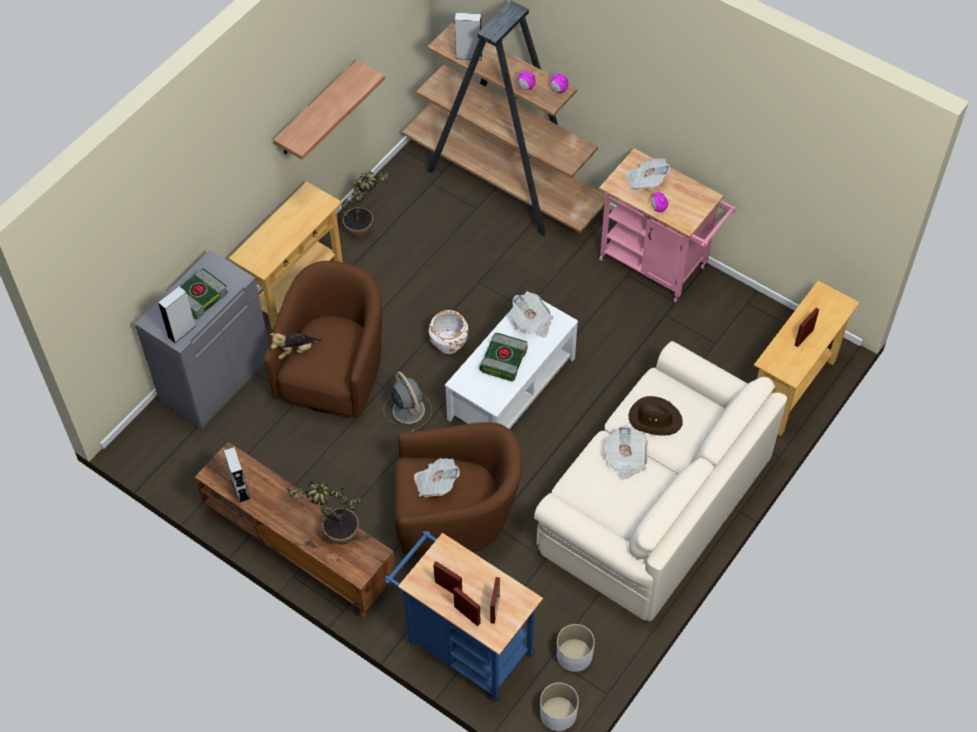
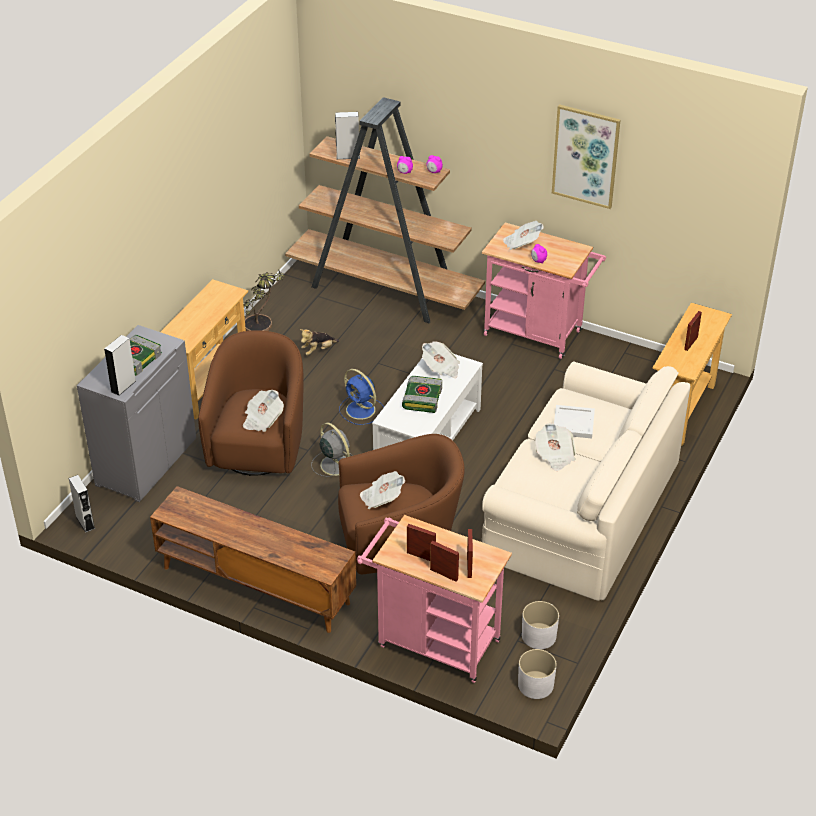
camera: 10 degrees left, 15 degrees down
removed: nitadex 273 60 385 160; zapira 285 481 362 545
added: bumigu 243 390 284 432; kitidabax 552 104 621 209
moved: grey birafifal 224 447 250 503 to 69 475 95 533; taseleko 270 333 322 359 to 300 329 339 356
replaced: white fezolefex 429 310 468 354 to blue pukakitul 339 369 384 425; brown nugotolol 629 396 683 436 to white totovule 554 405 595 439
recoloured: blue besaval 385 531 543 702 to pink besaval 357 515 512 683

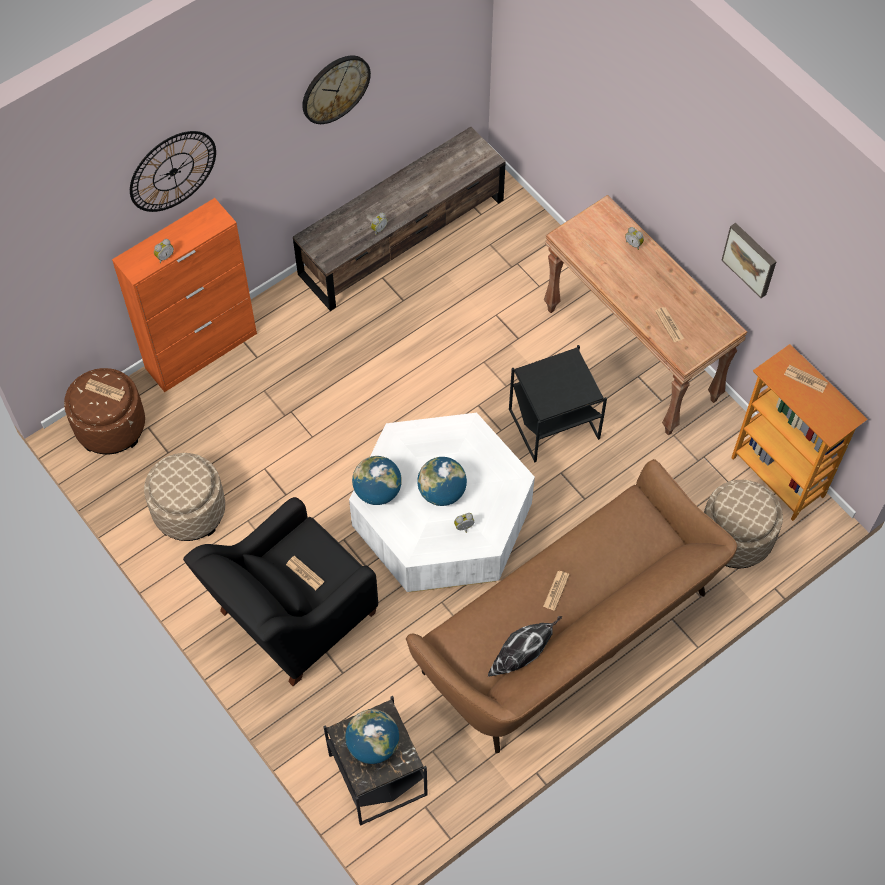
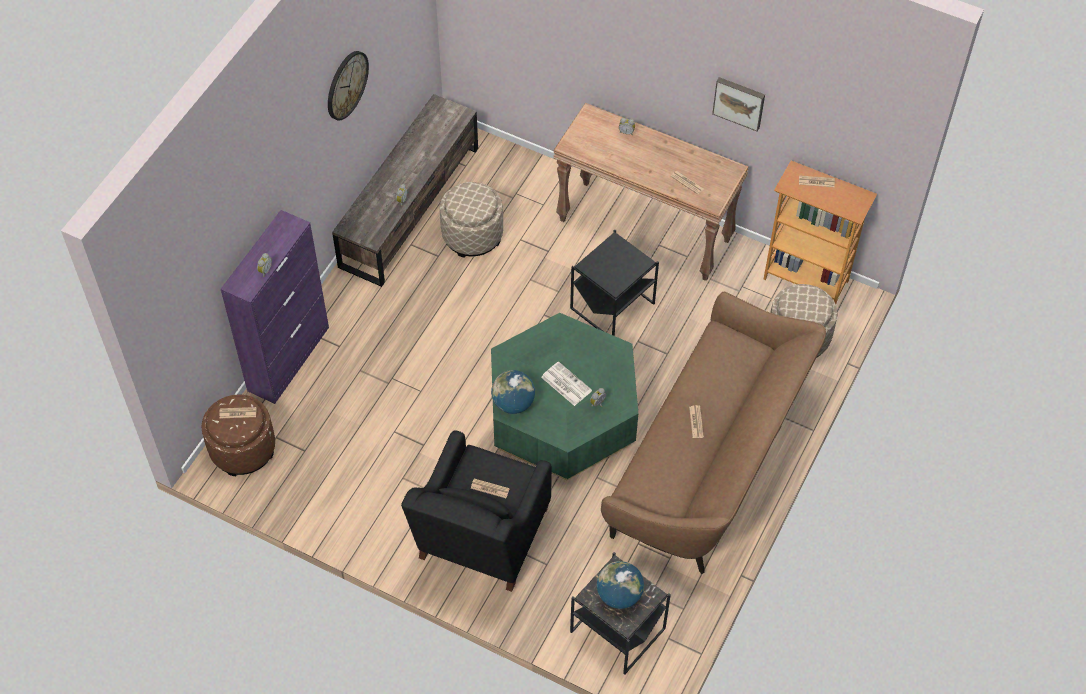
camera: 25 degrees left, 5 degrees down
removed: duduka 130 131 216 212; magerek 488 616 563 677
moved: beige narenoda 144 453 225 541 to 440 182 503 258
replaced: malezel 417 457 467 506 to bumigu 541 361 592 406
recoloured: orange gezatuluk 112 198 257 392 to purple gezatuluk 221 210 329 404; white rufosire 349 413 535 593 to green rufosire 491 313 638 480

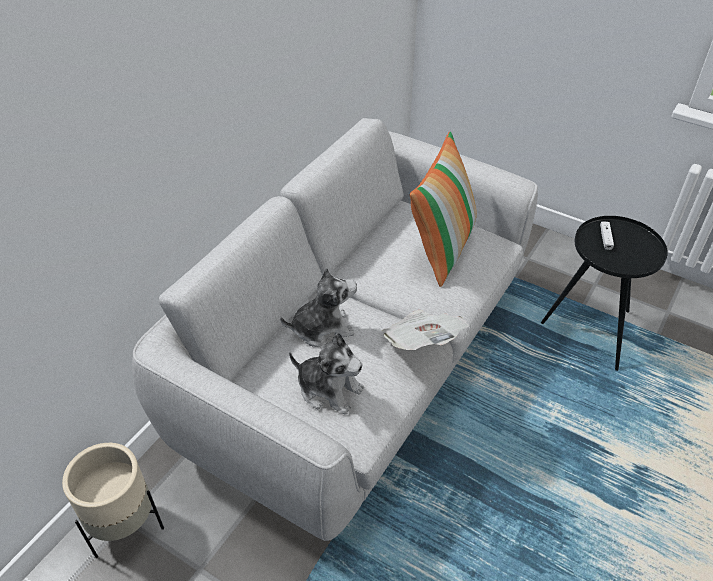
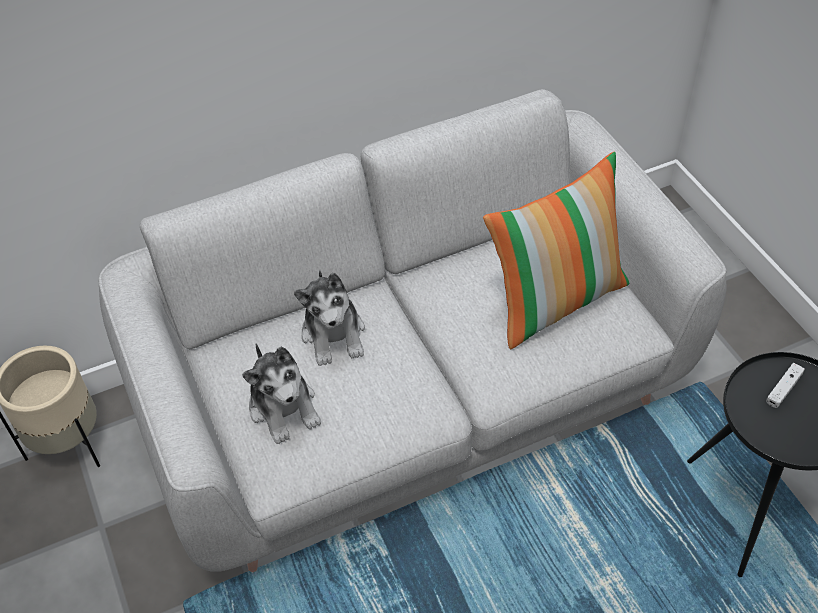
camera: 35 degrees right, 5 degrees up
removed: bumigu 381 310 469 350
turned: taseleko 280 267 357 347 = 294 270 365 366 60 degrees clockwise

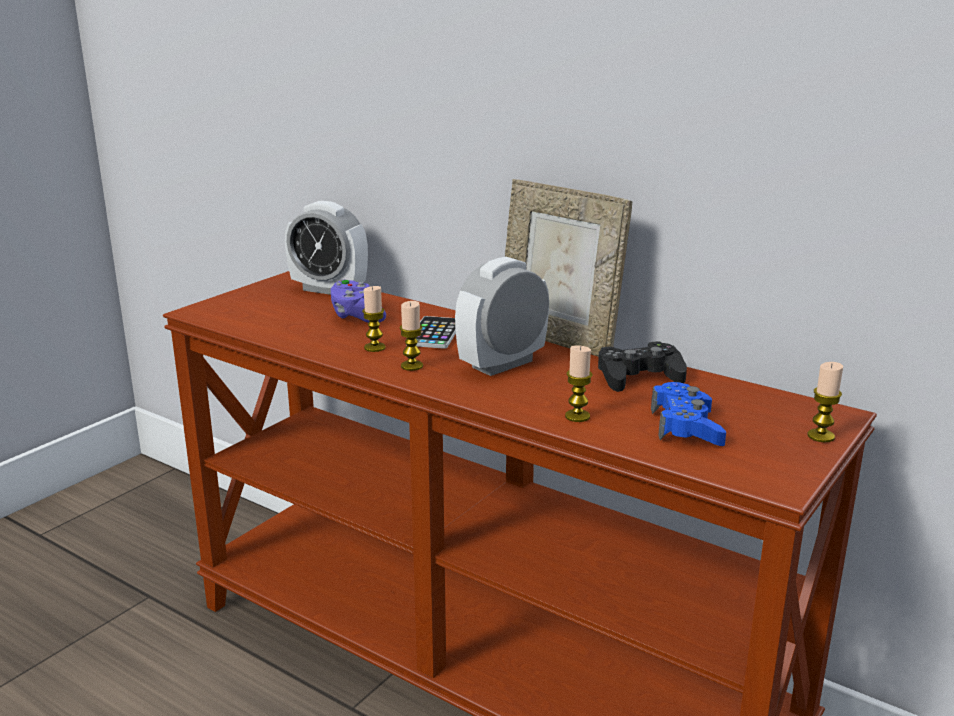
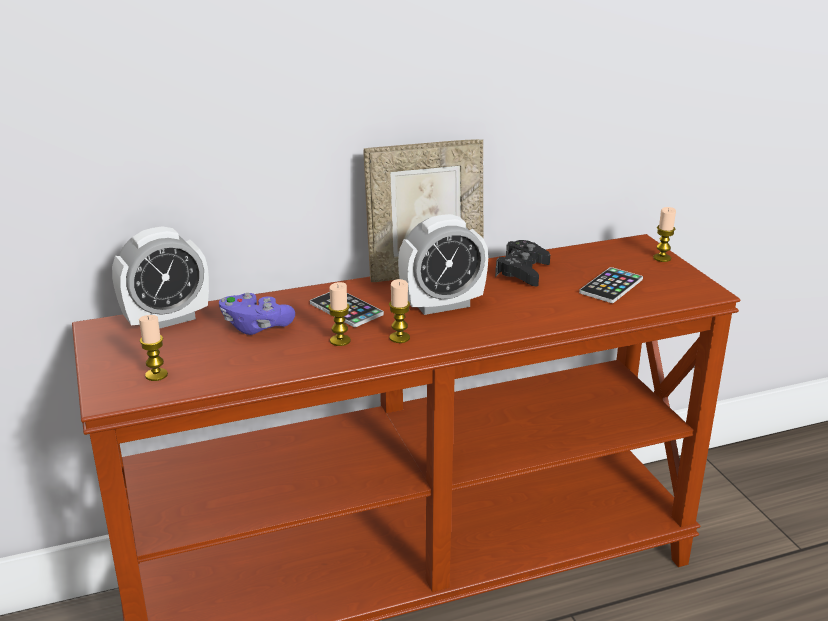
camera: 55 degrees left, 5 degrees up
moved: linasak 565 345 592 422 to 139 315 168 381
replaced: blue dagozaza 651 382 726 446 to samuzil 579 267 643 303
turned: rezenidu 455 257 549 376 = 398 214 488 315 105 degrees counterclockwise

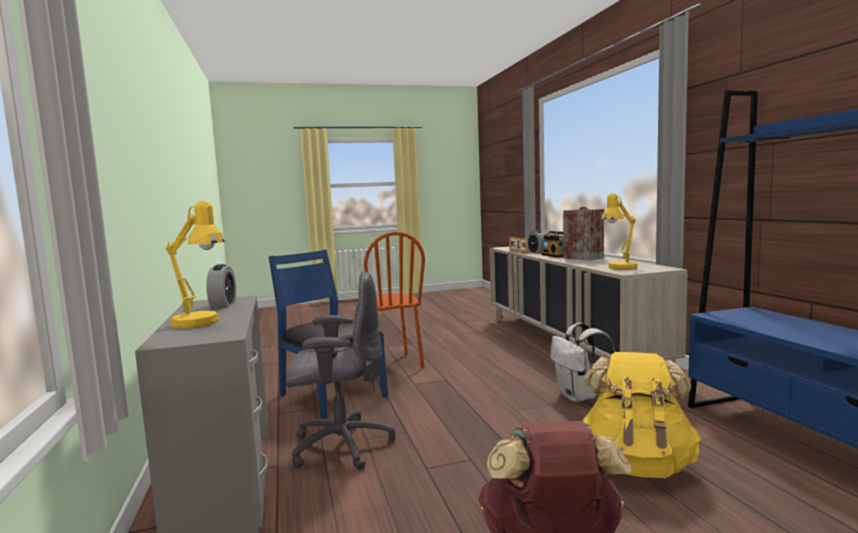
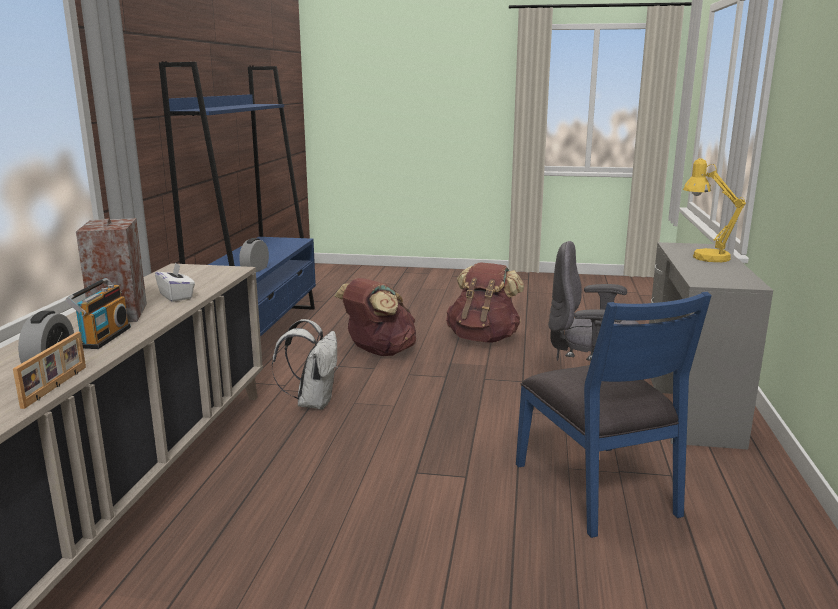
camera: 155 degrees left, 10 degrees up
removed: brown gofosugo 357 231 425 368; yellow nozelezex 601 193 638 270
added: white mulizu 155 262 195 302
moved: rezenidu 206 264 236 308 to 239 238 269 272
recoloured: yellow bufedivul 582 352 702 478 to brown bufedivul 335 278 416 356

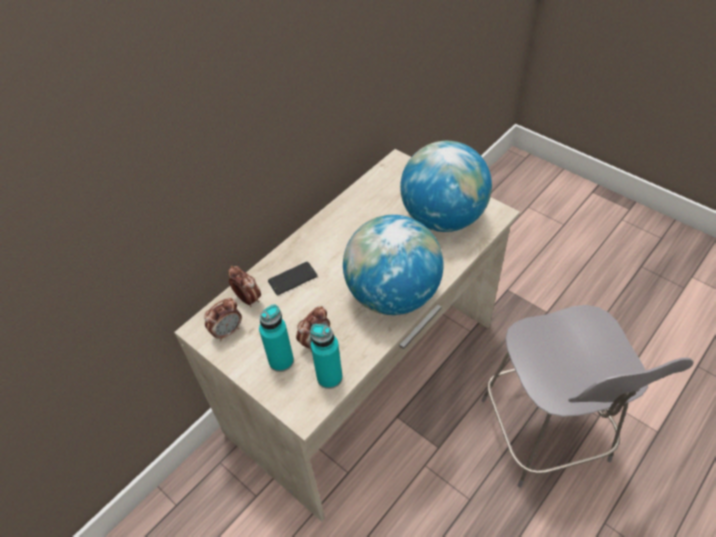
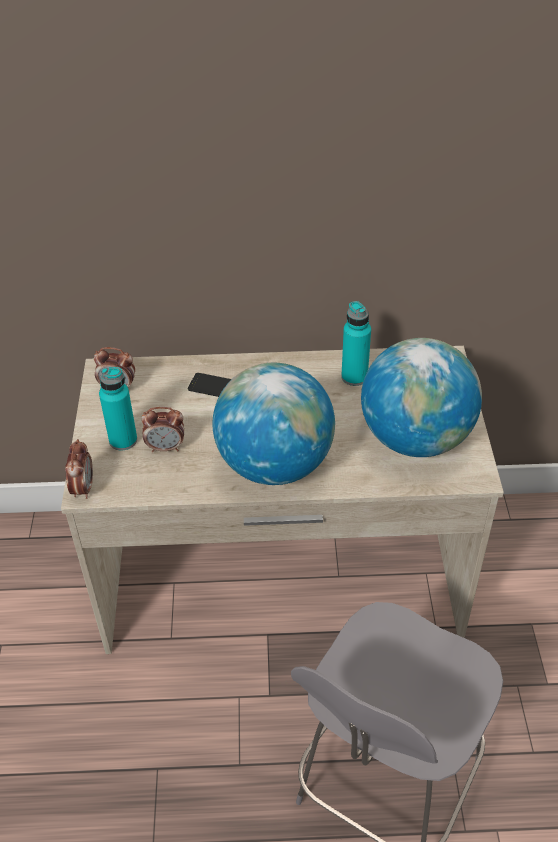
camera: 45 degrees right, 5 degrees down
moved: rezenidu 228 266 261 307 to 65 439 93 499; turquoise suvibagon 310 324 343 389 to 341 301 371 386

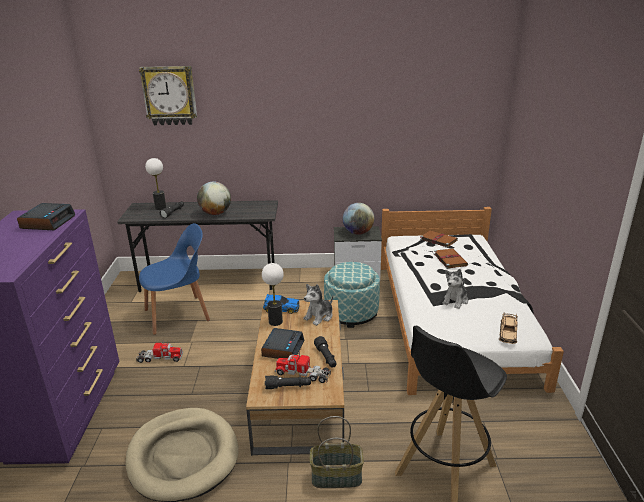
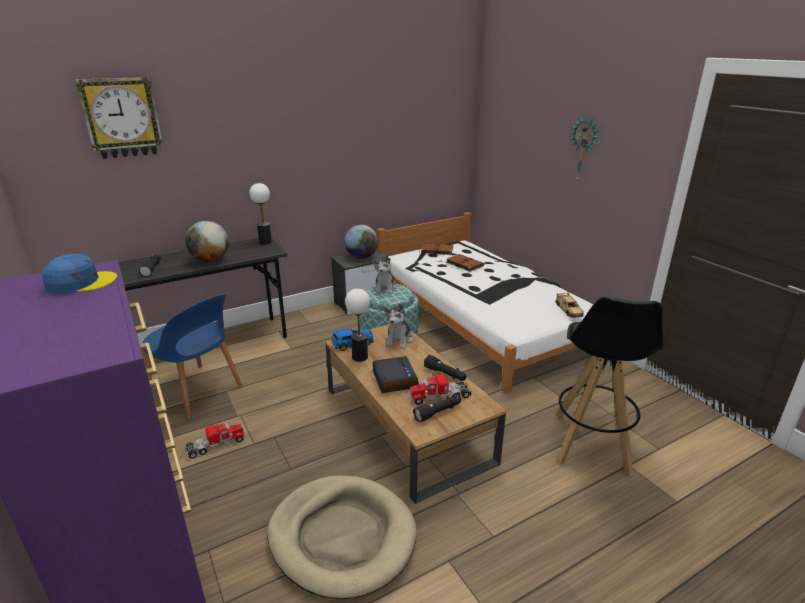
camera: 30 degrees left, 0 degrees up
removed: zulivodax 310 416 364 488
added: duduka 571 115 599 183
moved: nozelezex 145 158 166 210 to 249 183 272 245; taseleko 442 269 468 309 to 372 255 397 294
replaced: rezenidu 17 203 75 230 to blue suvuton 42 254 117 294
turned: blue gofosugo 139 223 210 335 = 142 294 243 420 90 degrees clockwise

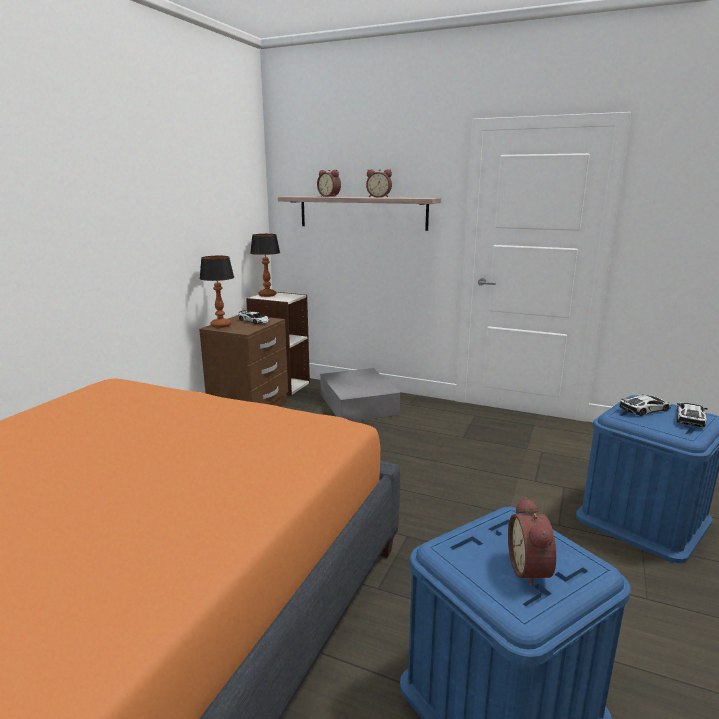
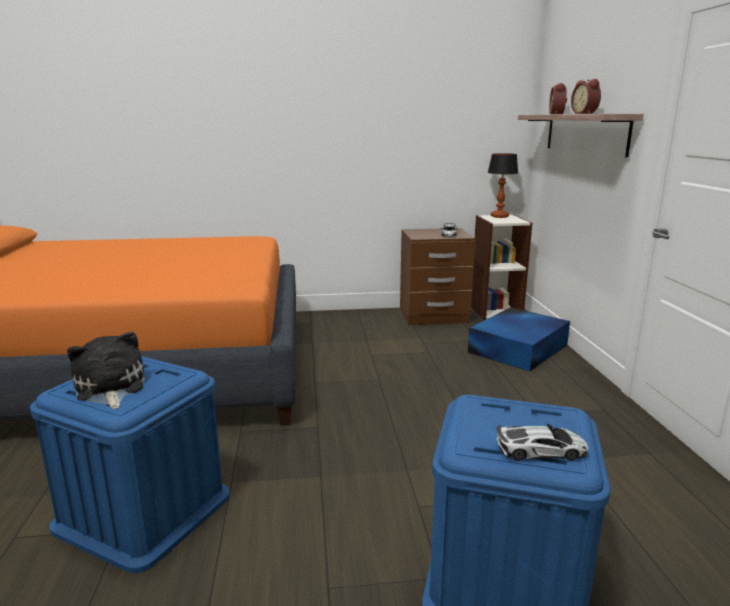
camera: 60 degrees right, 0 degrees up
removed: nozelezex 200 256 234 328; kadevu 620 394 671 416
replaced: rezenidu 508 497 556 588 to taseleko 67 332 145 409
recoloured: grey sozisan 320 368 400 422 to blue sozisan 468 307 570 371

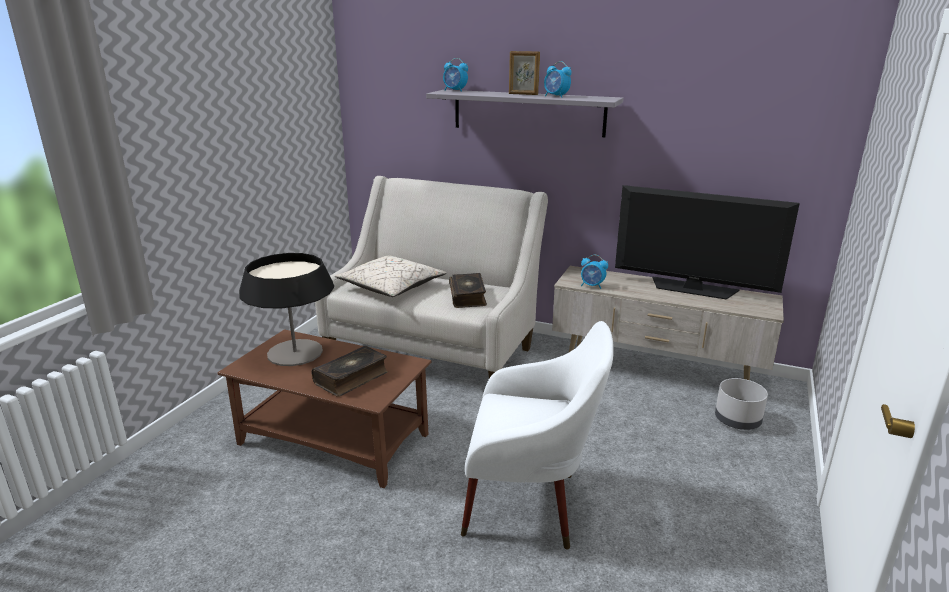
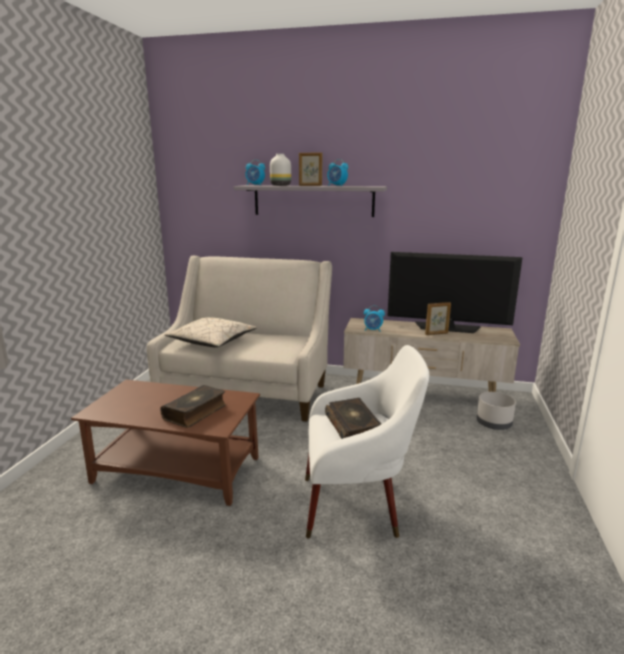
camera: 10 degrees left, 5 degrees down
removed: nozelezex 239 253 334 366
added: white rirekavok 270 154 291 186; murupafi 425 302 451 335
moved: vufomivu 449 273 487 308 to 325 398 381 439

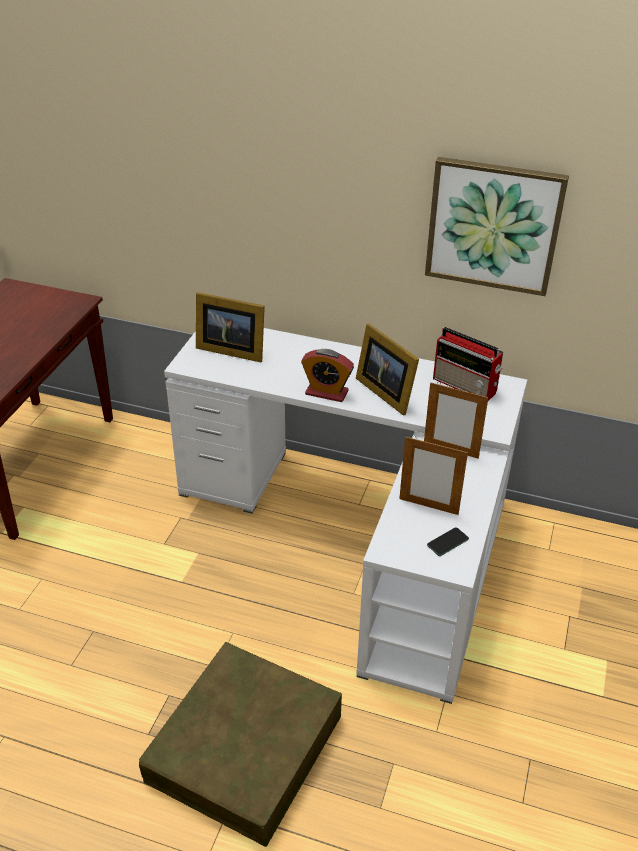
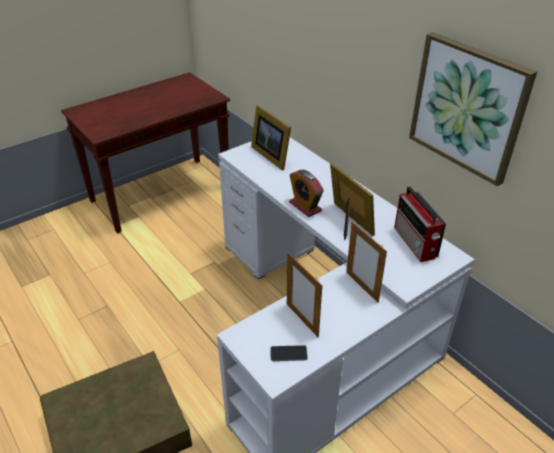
camera: 35 degrees right, 0 degrees up
turned: murupafi 356 323 419 416 = 330 163 375 240 150 degrees clockwise

